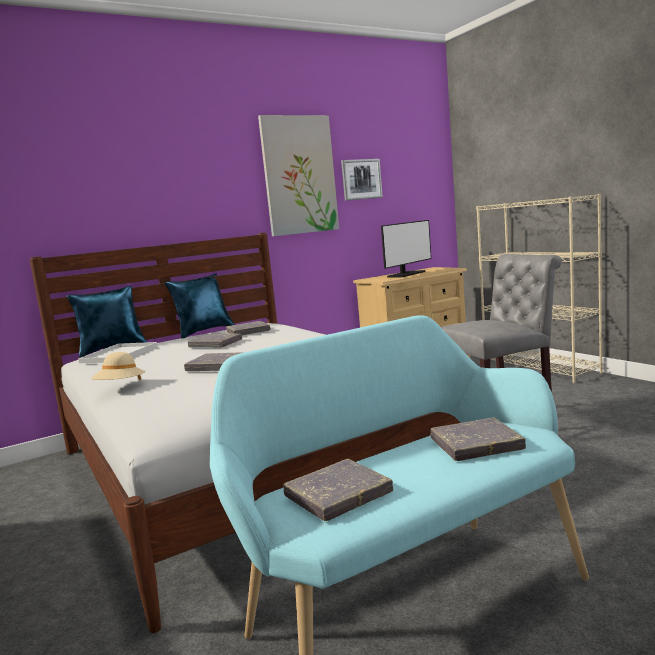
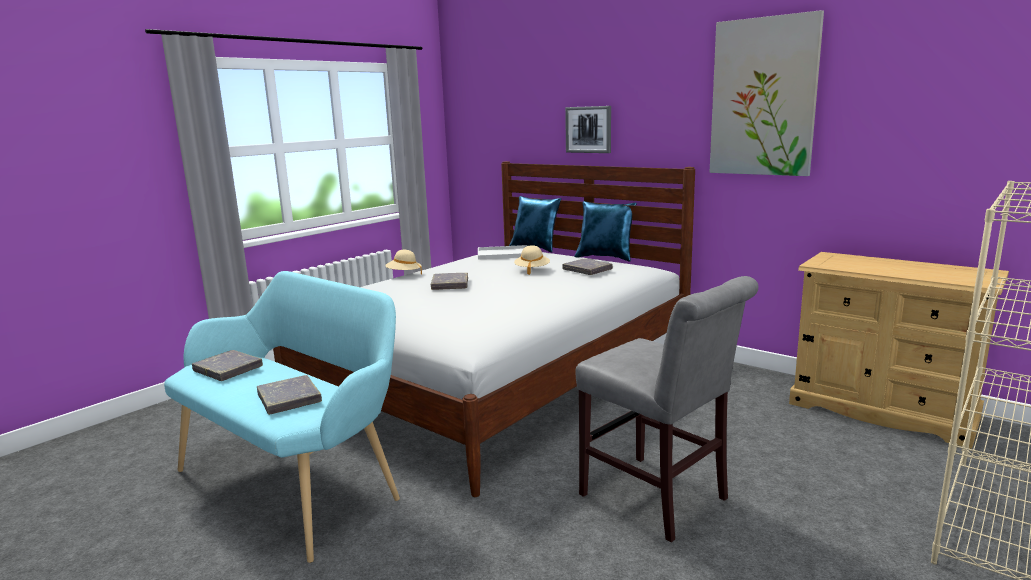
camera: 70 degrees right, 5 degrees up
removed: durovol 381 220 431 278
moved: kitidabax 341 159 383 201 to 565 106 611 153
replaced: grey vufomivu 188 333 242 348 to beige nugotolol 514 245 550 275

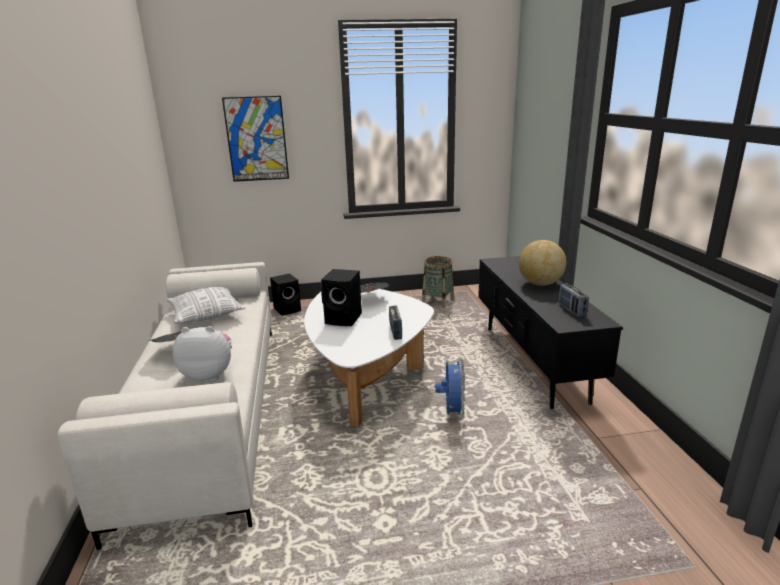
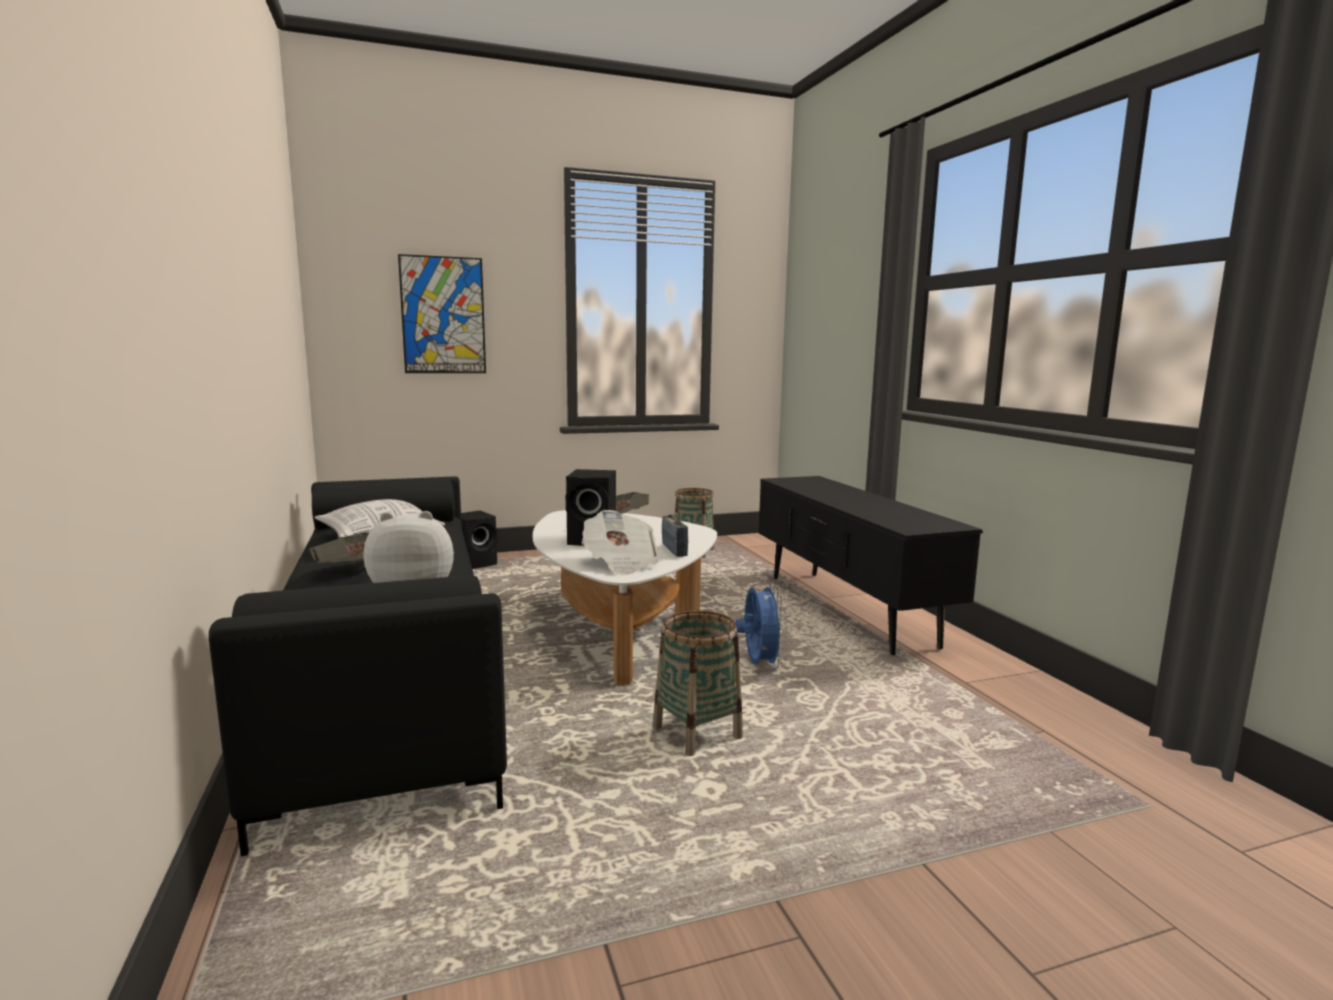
camera: 10 degrees left, 10 degrees down
removed: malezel 519 240 566 286; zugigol 558 283 589 317
added: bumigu 582 510 658 576; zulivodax 653 610 743 756
recoloured: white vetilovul 57 262 272 550 to black vetilovul 209 476 507 856

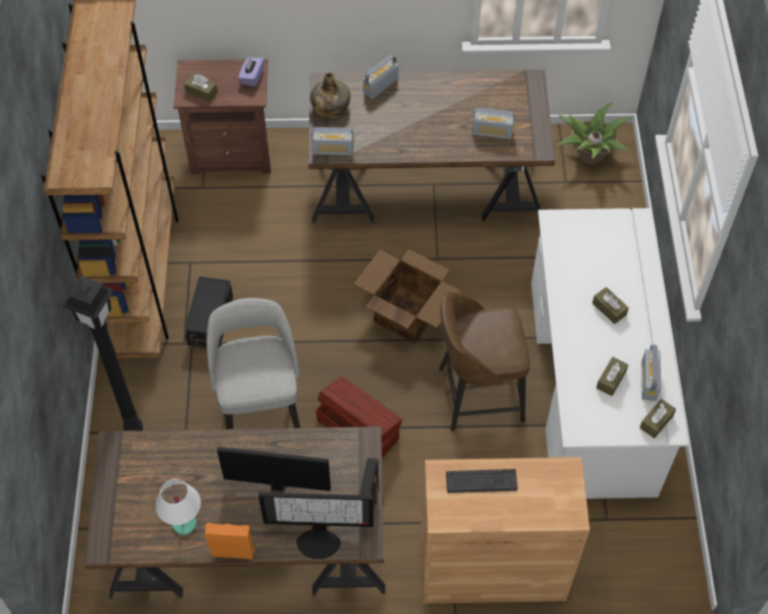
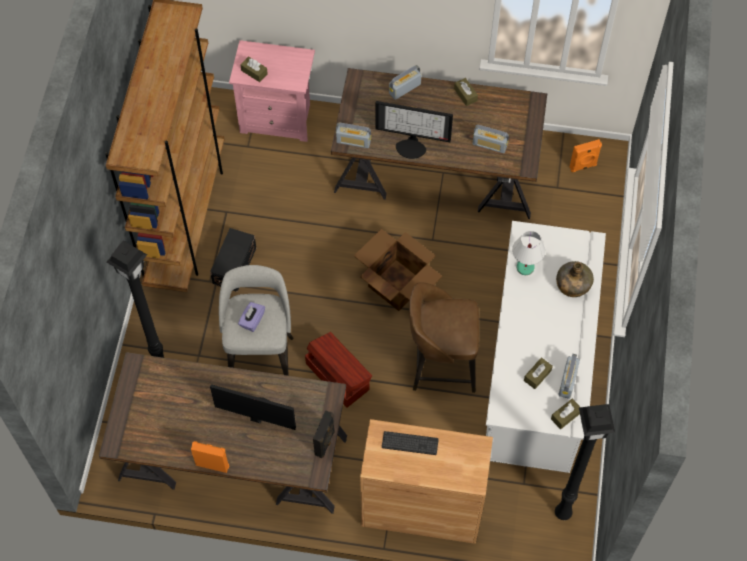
camera: 10 degrees right, 5 degrees up
added: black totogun 555 404 615 520
moved: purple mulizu 238 57 264 87 to 238 302 265 332; durovol 258 492 374 560 to 375 101 453 159; brown mulizu 592 287 629 324 to 454 78 478 106; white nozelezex 155 479 201 535 to 512 231 545 275; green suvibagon 310 72 351 118 to 556 261 594 297
replaced: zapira 556 102 632 164 to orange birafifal 570 139 602 172
recoloured: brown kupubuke 174 59 271 174 to pink kupubuke 229 40 315 142

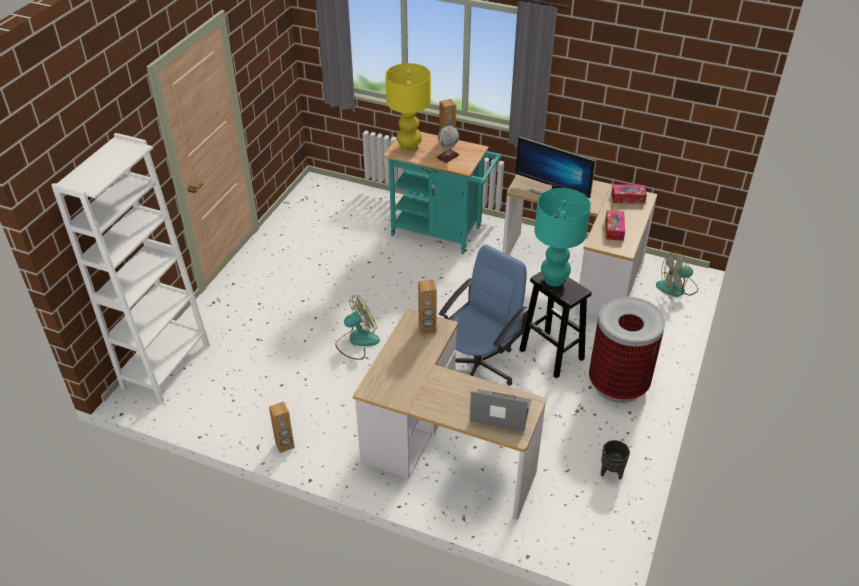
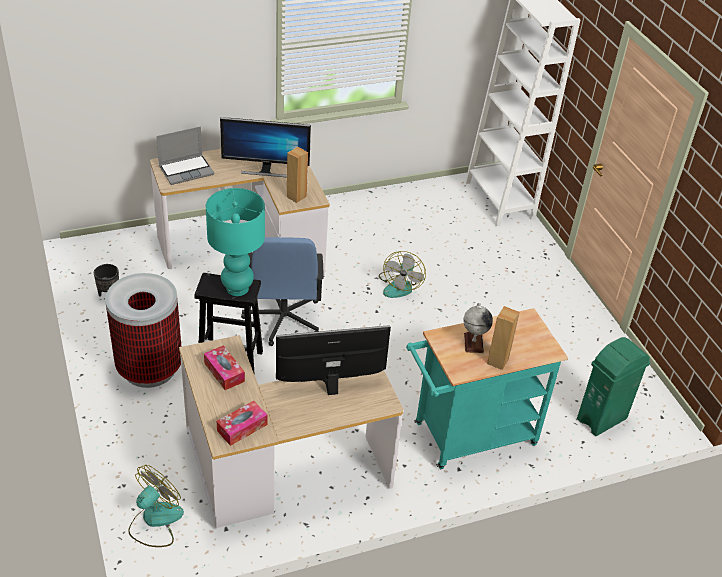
camera: 135 degrees right, 0 degrees up
removed: brown birafifal 269 401 295 453; yellow nozelezex 385 63 431 153
added: durovol 220 117 311 177; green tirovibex 577 337 650 436

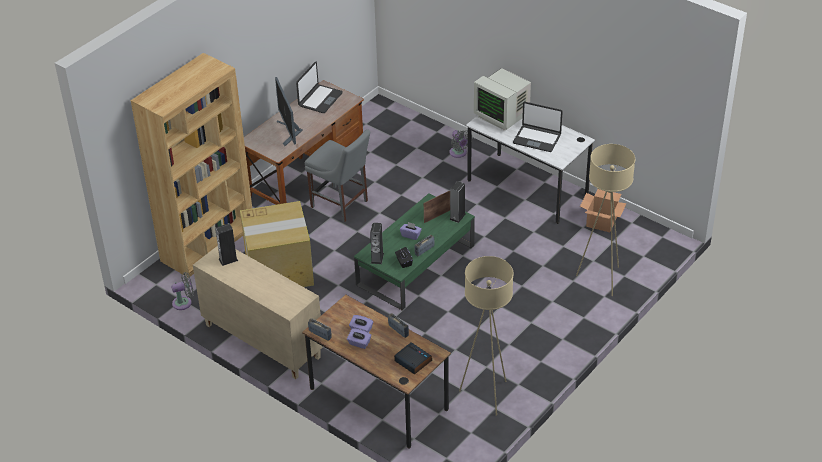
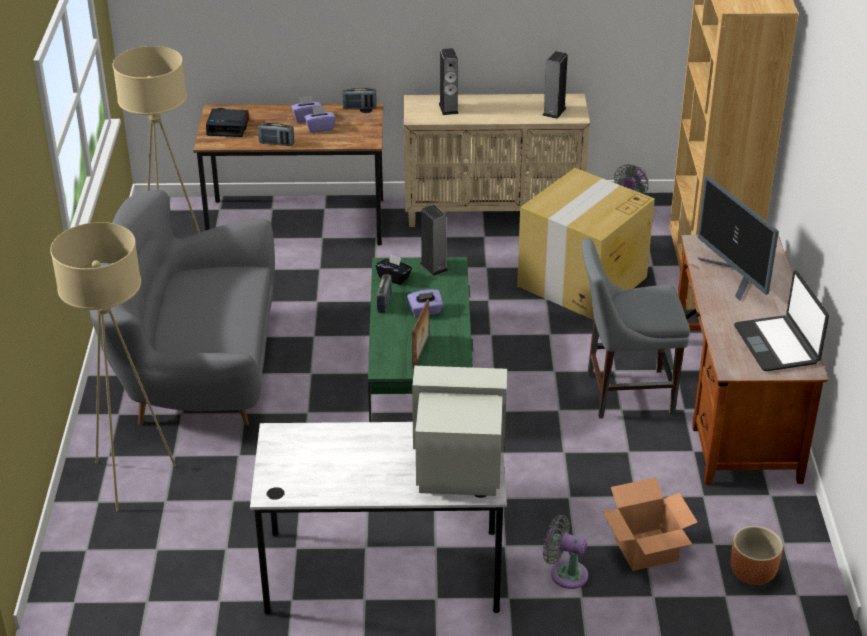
camera: 140 degrees right, 5 degrees down
removed: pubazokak 513 102 562 152
added: grey vetilovul 90 189 275 425; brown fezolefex 731 526 783 585
moved: birafifal 449 181 466 223 to 439 48 459 115; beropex 580 189 627 232 to 602 477 698 571
turned: durovol 275 77 303 146 = 698 176 779 300 150 degrees counterclockwise

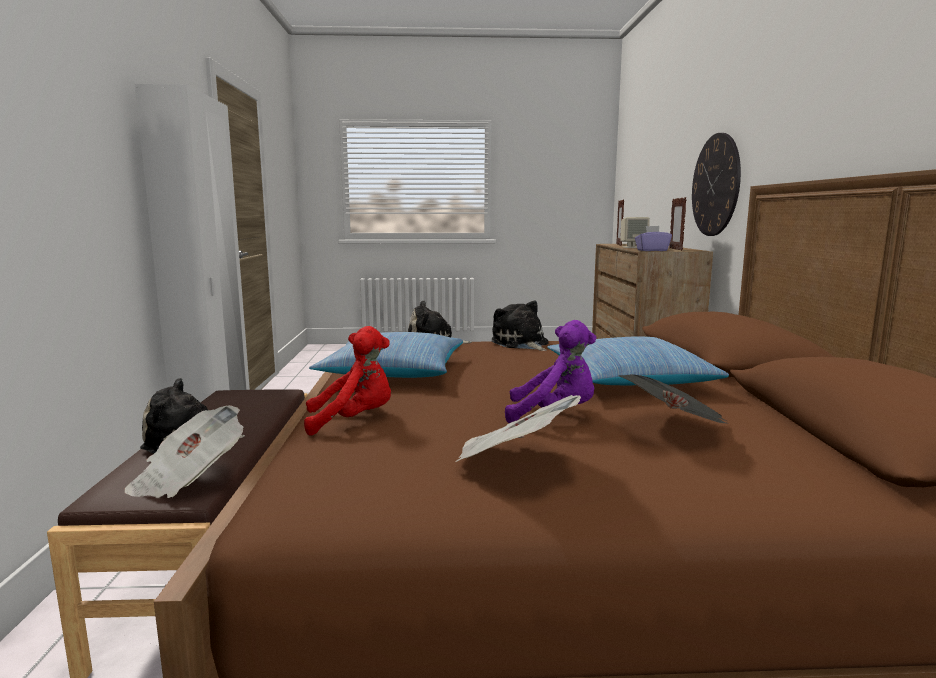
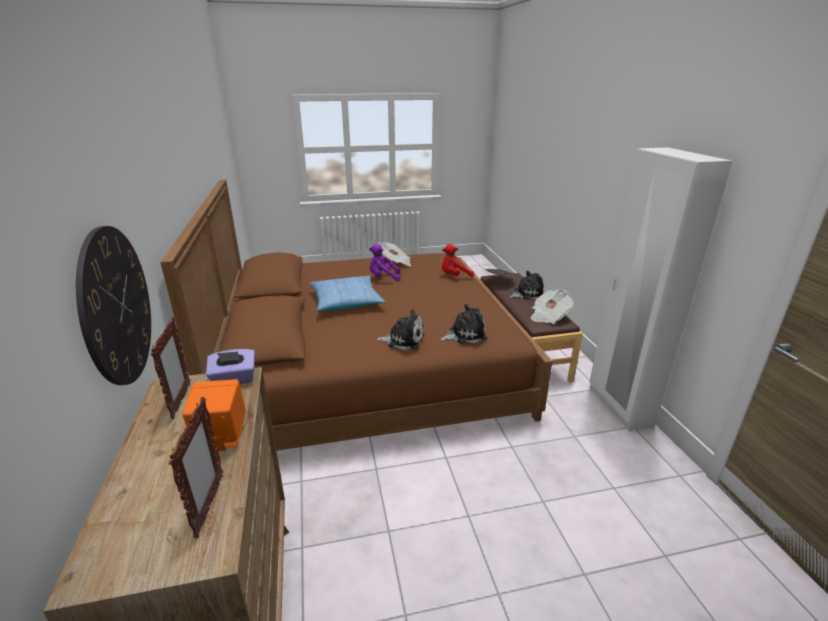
camera: 170 degrees right, 15 degrees up
removed: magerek 309 332 463 378
moved: bumigu 619 374 726 423 to 530 289 574 324
recoloured: beige birafifal 621 217 650 248 to orange birafifal 182 379 246 451
turned: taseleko 492 300 549 351 = 376 309 424 350 45 degrees counterclockwise

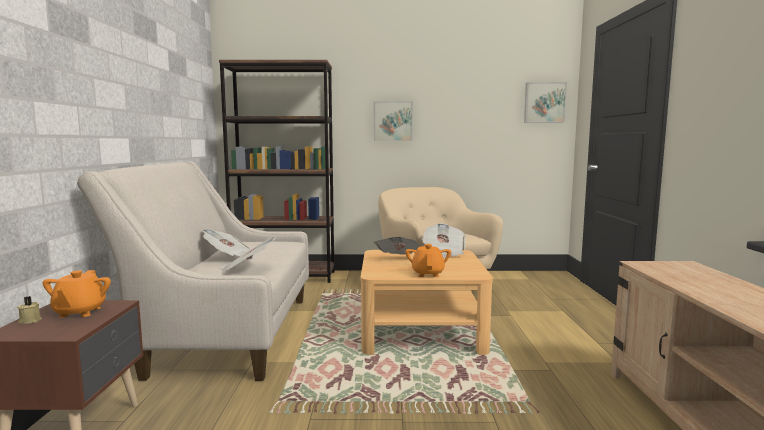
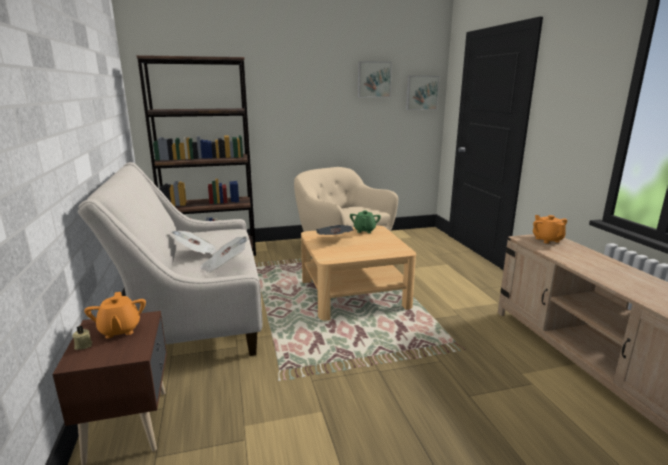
camera: 15 degrees left, 10 degrees up
moved: kitidabax 373 101 413 141 to 358 61 392 97; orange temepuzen 405 244 451 277 to 533 215 567 244
replaced: bumigu 422 223 466 259 to green temepuzen 350 210 381 233

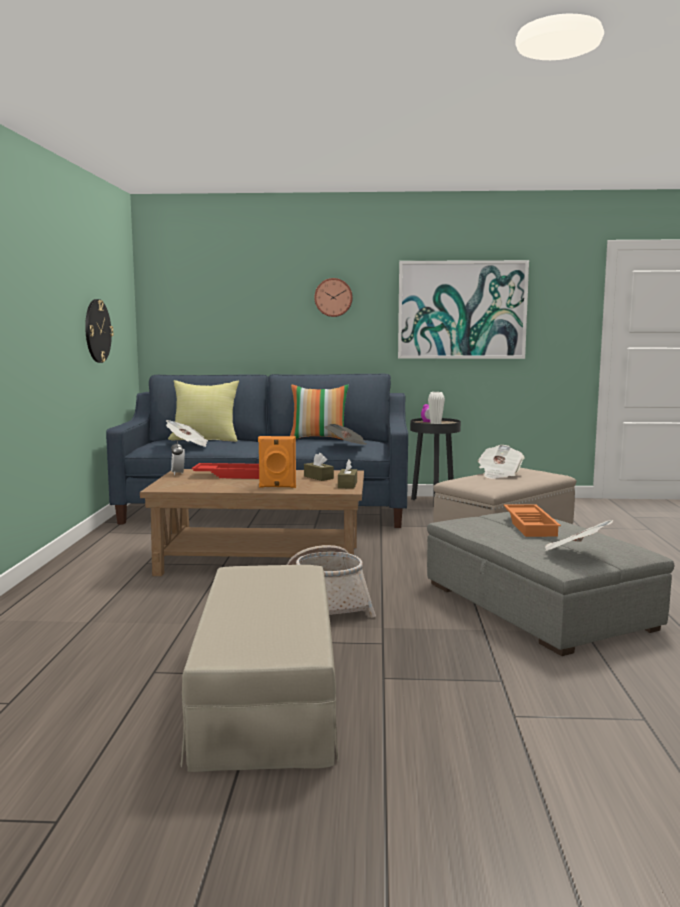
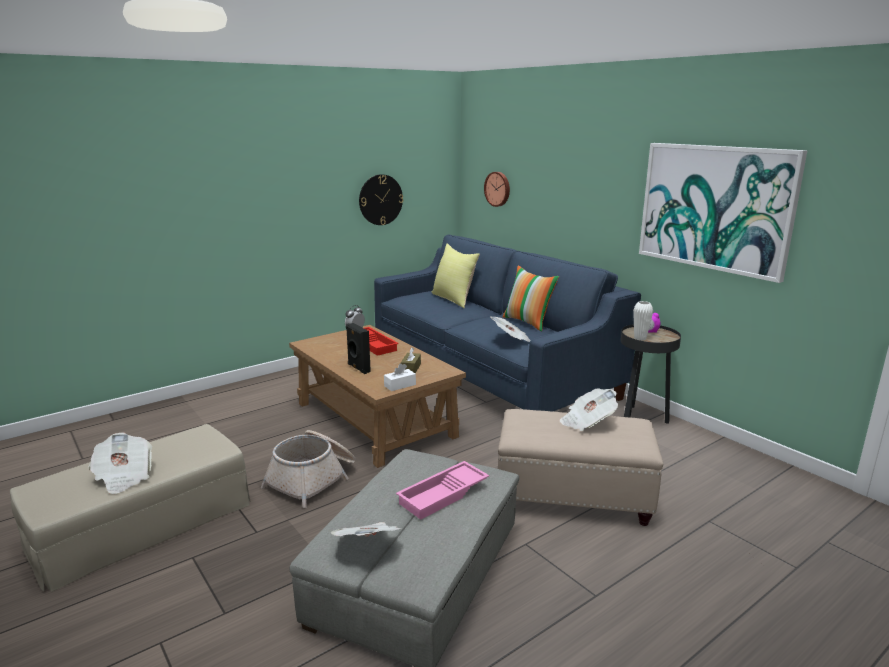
camera: 50 degrees right, 10 degrees up
moved: bumigu 166 420 208 447 to 89 433 152 494; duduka 314 278 353 317 to 484 172 510 207
recoloured: orange birafifal 258 436 296 488 to black birafifal 346 323 371 374; brown mulizu 338 459 357 489 to white mulizu 384 363 416 391; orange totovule 504 504 561 537 to pink totovule 396 461 489 520

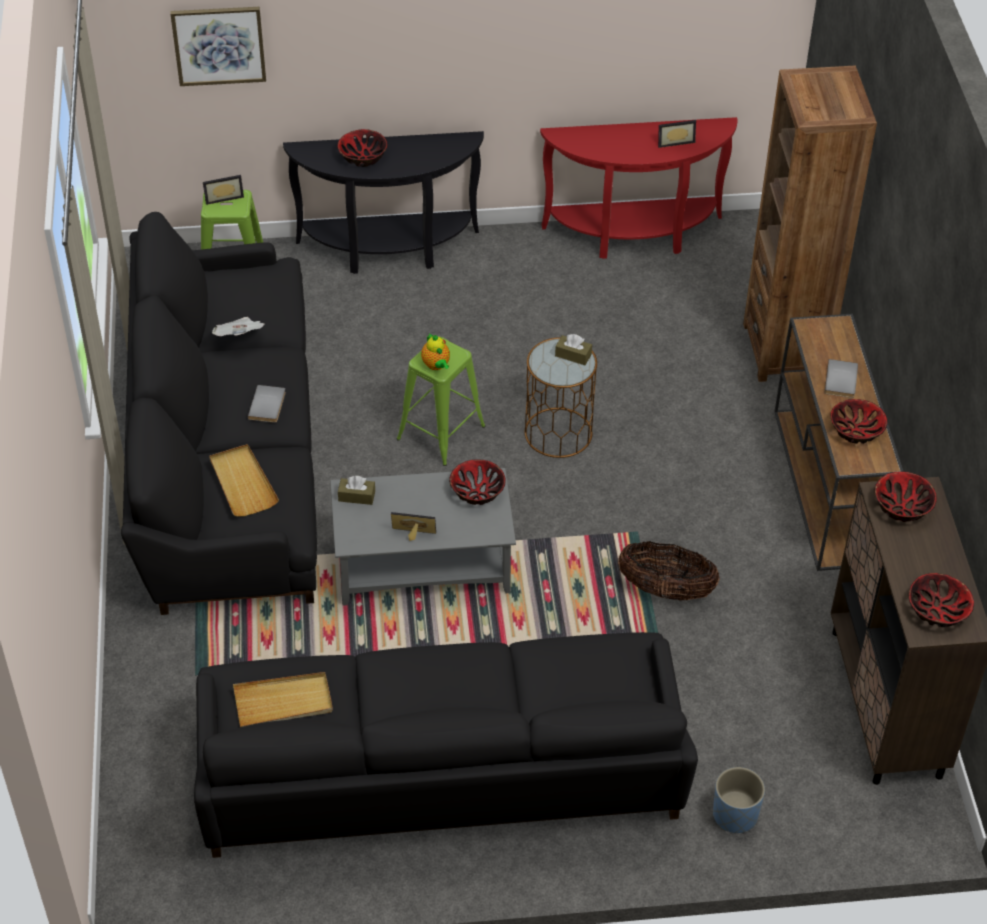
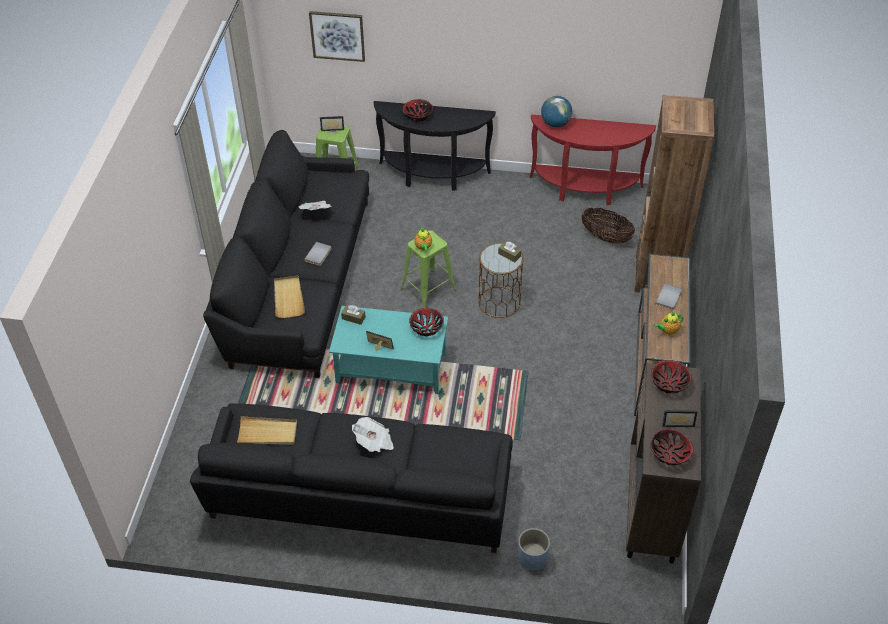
camera: 15 degrees right, 0 degrees up
added: bumigu 352 417 394 452; malezel 541 96 572 127
moved: zulivodax 618 541 720 601 to 581 207 635 244; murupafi 658 120 696 148 to 662 410 698 427
replaced: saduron 830 399 887 444 to temepuzen 653 312 684 335
recoloured: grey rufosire 330 468 516 606 to turquoise rufosire 329 306 448 394

